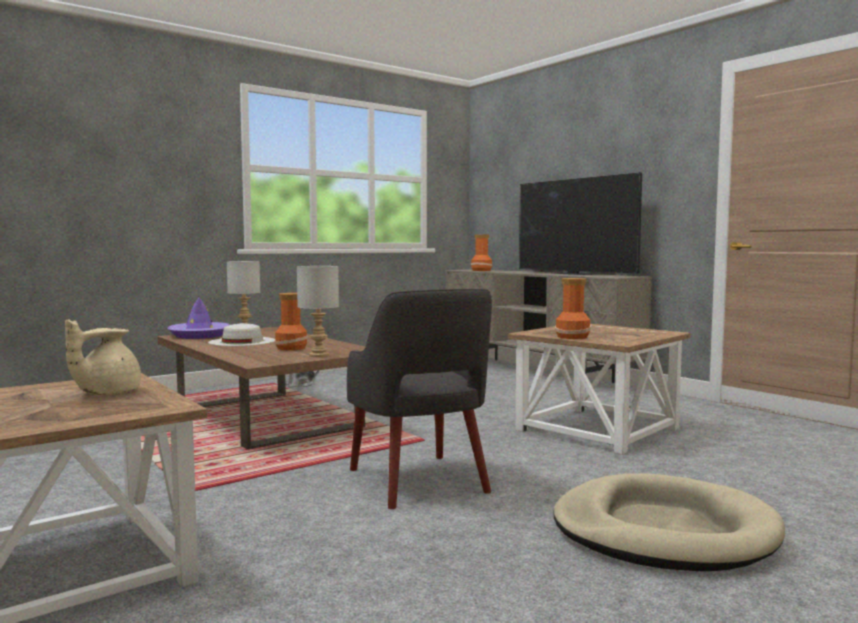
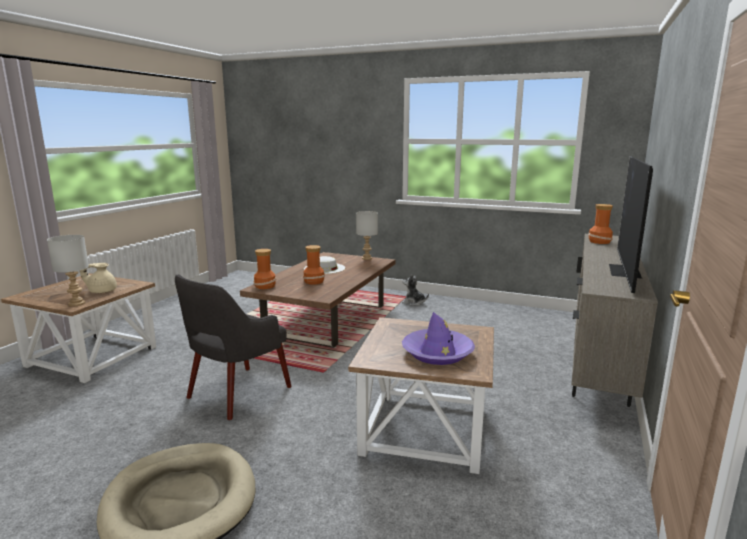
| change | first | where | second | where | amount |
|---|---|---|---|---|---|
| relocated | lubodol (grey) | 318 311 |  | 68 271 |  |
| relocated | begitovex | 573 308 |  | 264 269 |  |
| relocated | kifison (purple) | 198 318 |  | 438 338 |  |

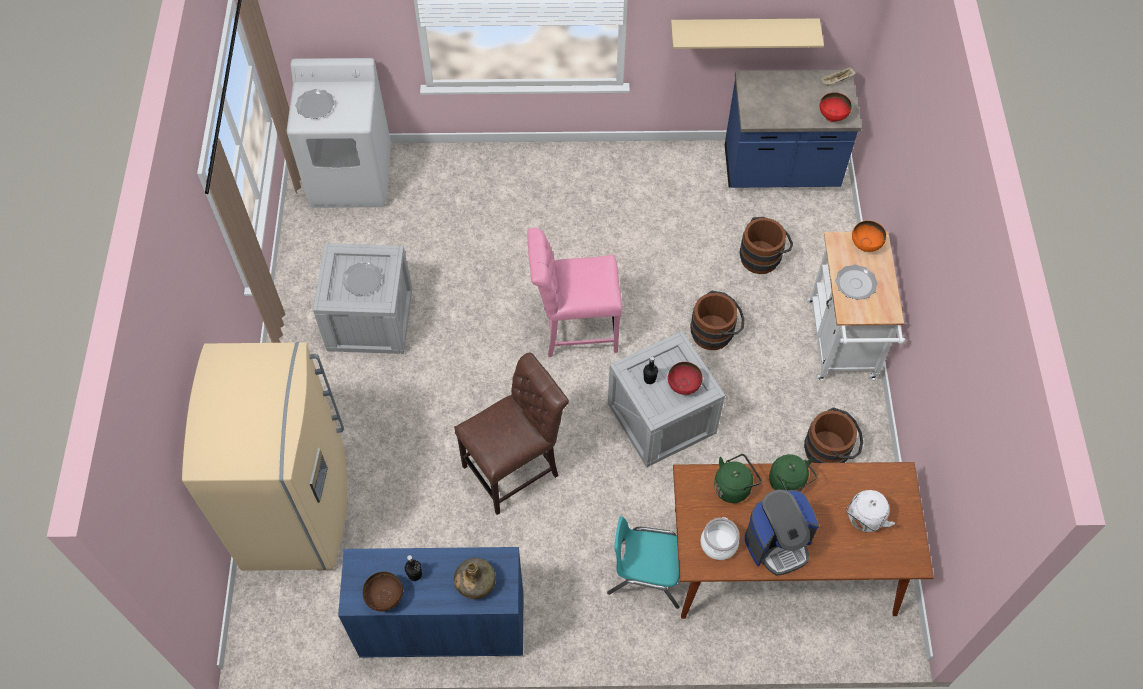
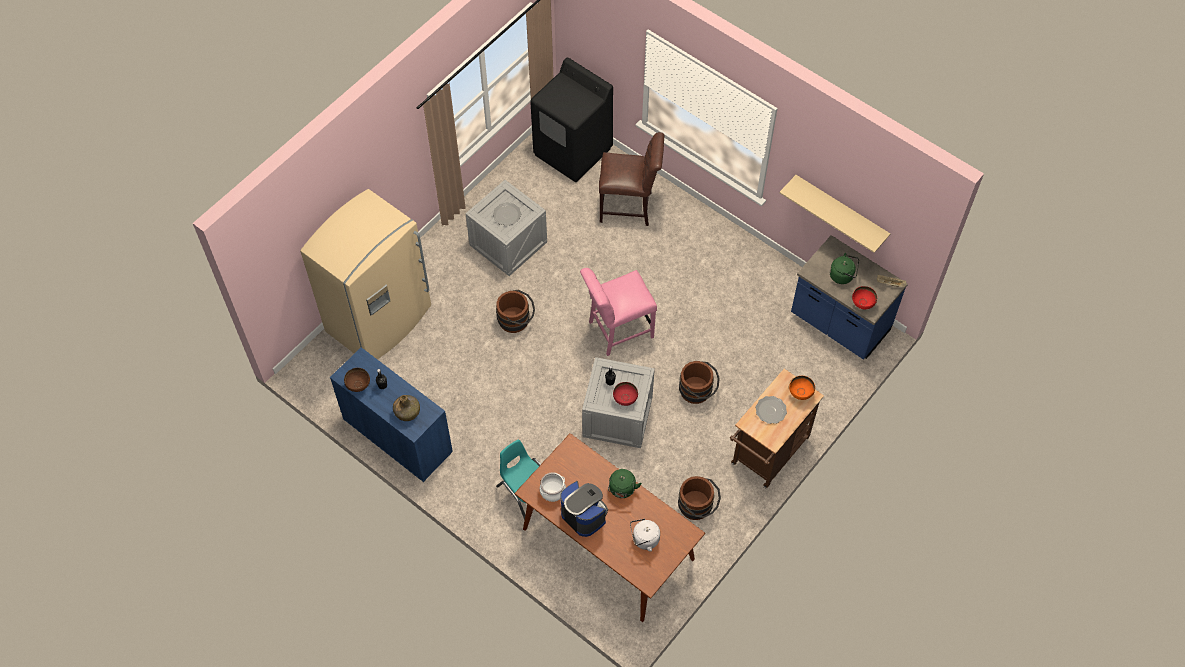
| change | first | where | second | where | amount |
|---|---|---|---|---|---|
| relocated | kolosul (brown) | 766 245 |  | 515 311 |  |
| colour | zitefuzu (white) | 339 133 | zitefuzu (black) | 571 120 |  |
| spun | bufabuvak | 782 533 |  | 584 509 | 150 degrees counterclockwise |
| spun | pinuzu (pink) | 574 292 |  | 618 312 | 60 degrees counterclockwise |
| relocated | pinuzu (brown) | 511 434 |  | 632 179 |  |
| colour | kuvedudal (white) | 856 306 | kuvedudal (brown) | 777 428 |  |
| relocated | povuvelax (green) | 738 478 |  | 844 268 |  |
| missing | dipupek | 315 104 |  |  |  |

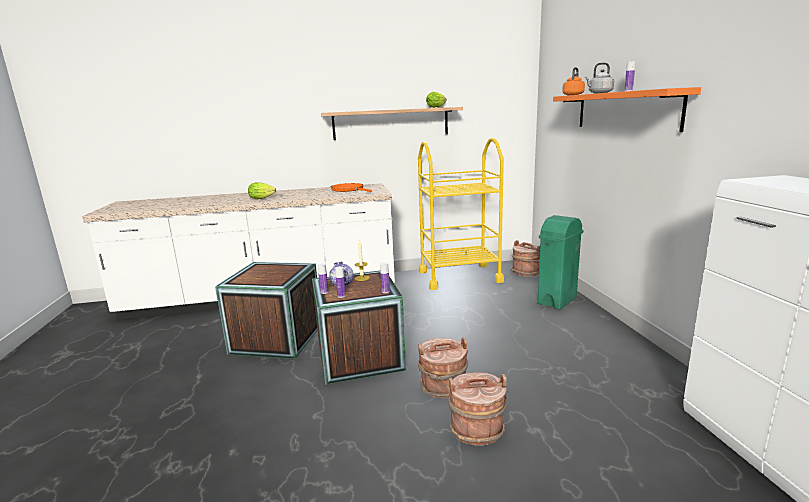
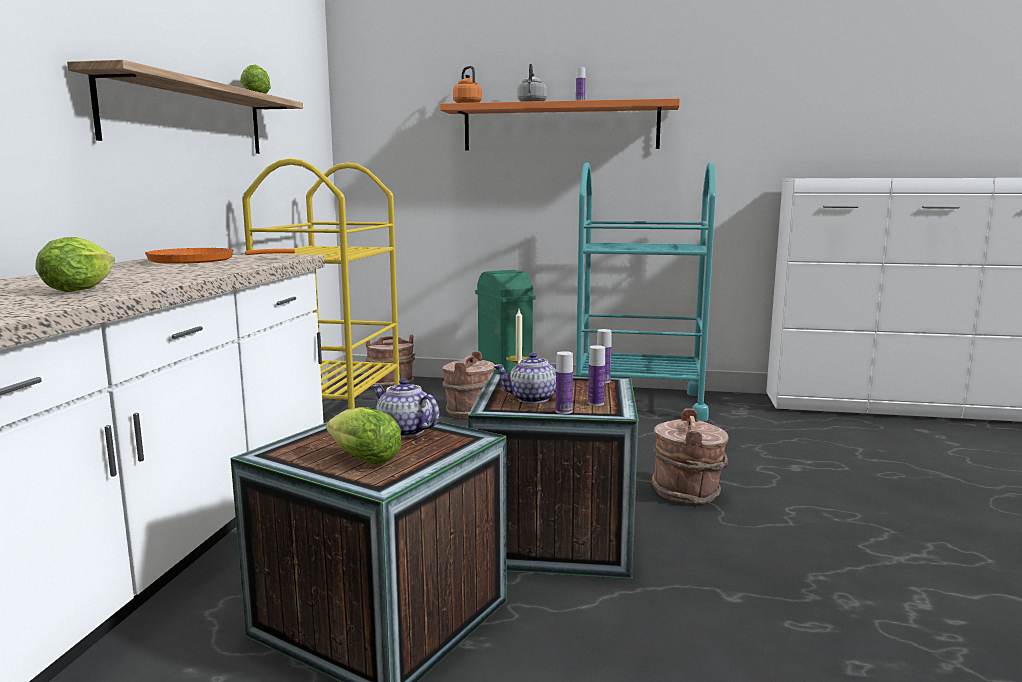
| change | first | where | second | where | amount |
|---|---|---|---|---|---|
| appeared |  |  | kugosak | 364 435 |  |
| appeared |  |  | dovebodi | 405 408 |  |
| relocated | kolosul (brown) | 478 409 |  | 469 384 |  |
| appeared |  |  | kuvedudal (turquoise) | 646 291 |  |

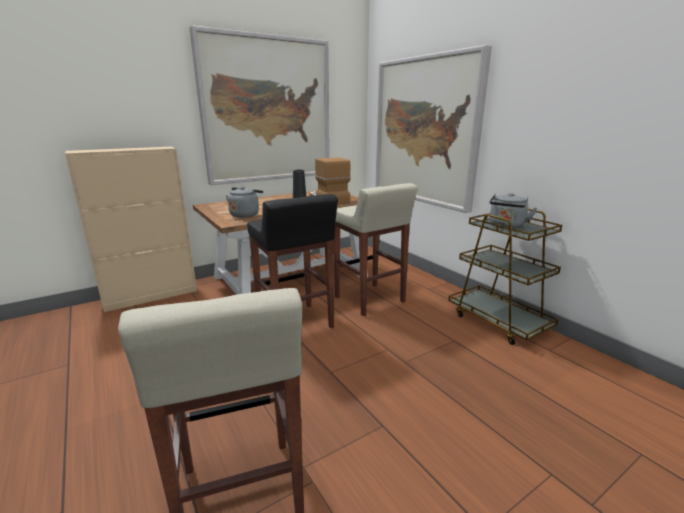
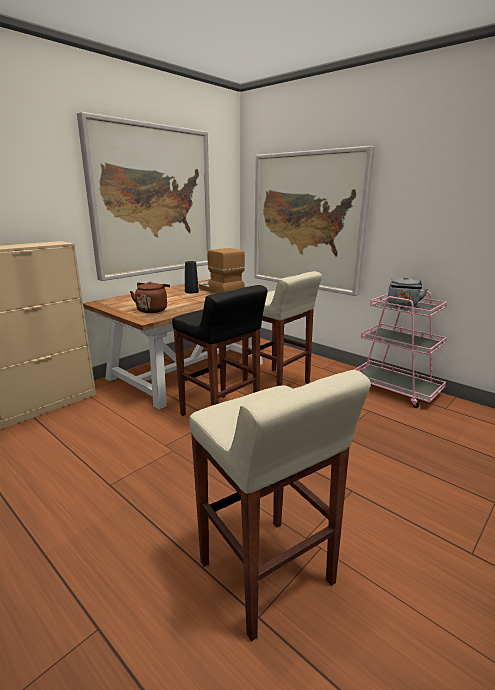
| change | first | where | second | where | amount |
|---|---|---|---|---|---|
| colour | povuvelax (grey) | 244 202 | povuvelax (brown) | 150 297 |  |
| colour | kuvedudal (brown) | 505 276 | kuvedudal (pink) | 400 349 |  |

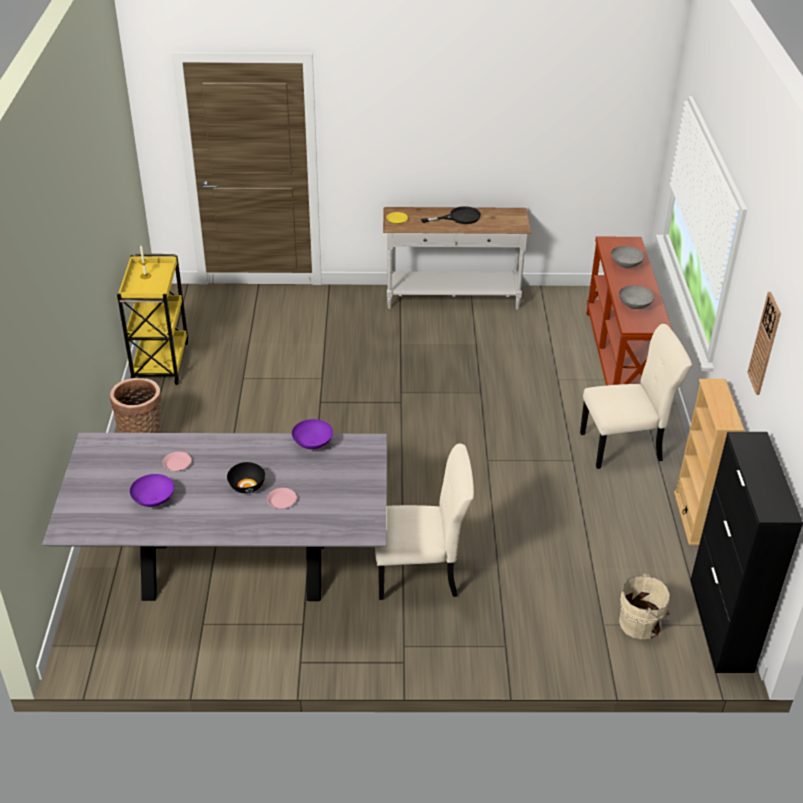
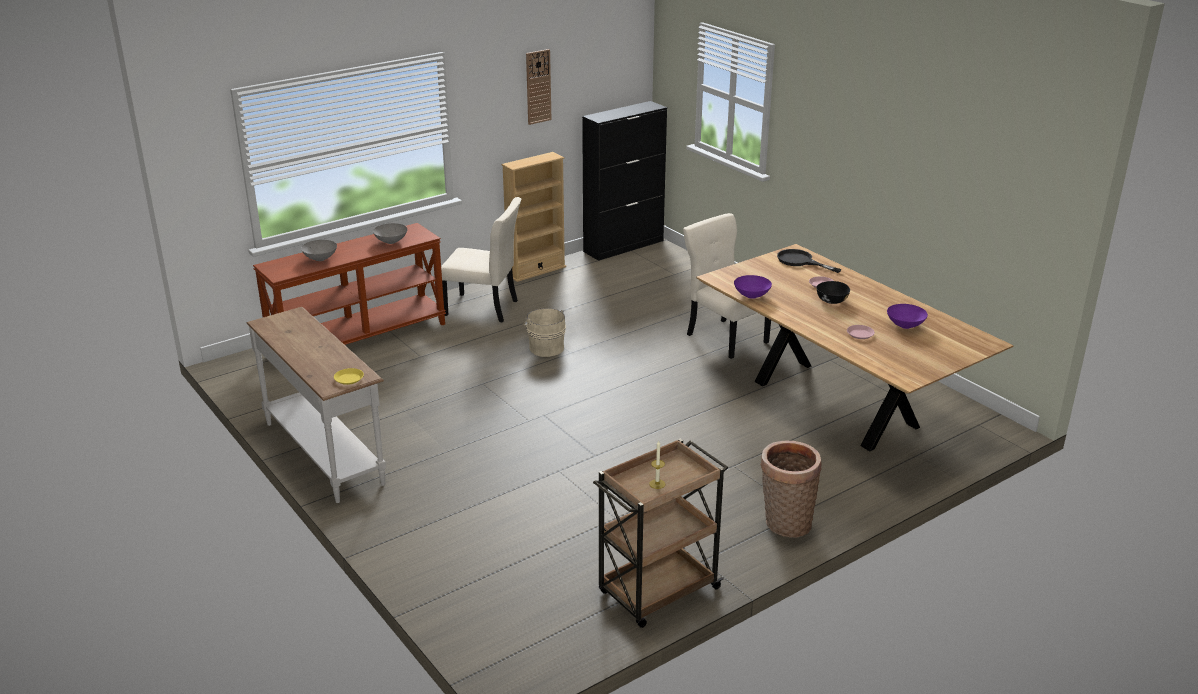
| change | first | where | second | where | amount |
|---|---|---|---|---|---|
| spun | pinuzu (beige) | 636 396 |  | 481 259 | 150 degrees clockwise |
| relocated | kolosul (beige) | 644 606 |  | 544 332 |  |
| colour | kuvedudal (yellow) | 152 319 | kuvedudal (brown) | 660 533 |  |
| colour | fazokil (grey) | 214 517 | fazokil (brown) | 855 347 |  |
| relocated | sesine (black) | 451 215 |  | 809 261 |  |

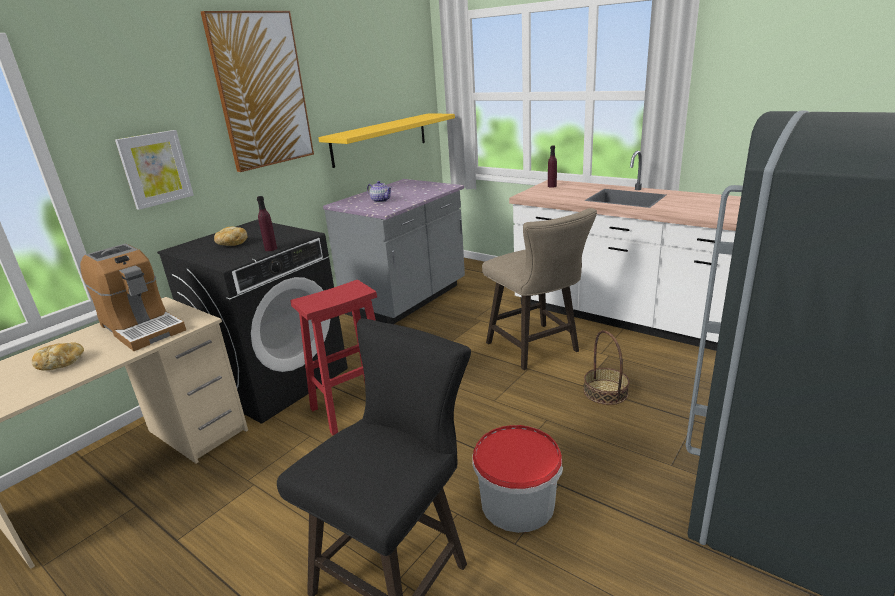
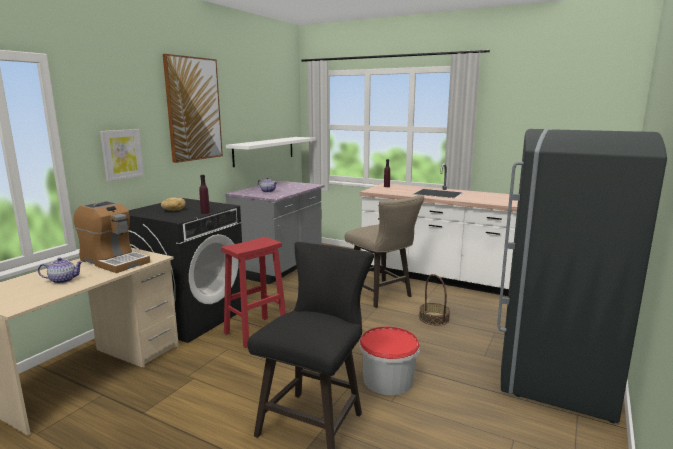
| change | first | where | second | where | amount |
|---|---|---|---|---|---|
| exchanged | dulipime | 58 356 | dovebodi | 60 271 |  |
| colour | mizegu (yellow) | 386 140 | mizegu (white) | 271 152 |  |

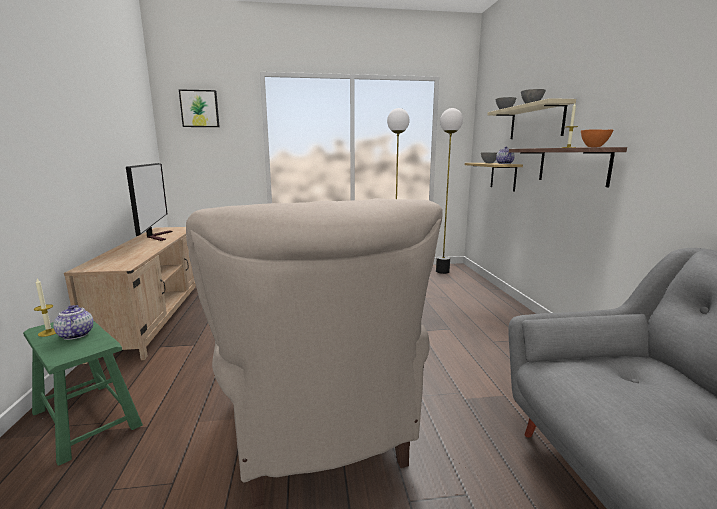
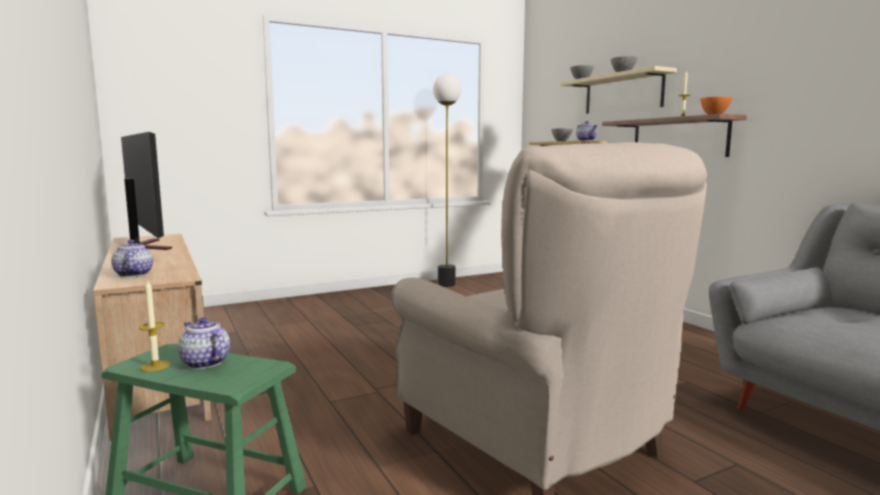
| change | first | where | second | where | amount |
|---|---|---|---|---|---|
| appeared |  |  | dovebodi | 132 258 |  |
| missing | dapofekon | 199 108 |  |  |  |
| missing | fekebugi | 449 191 |  |  |  |

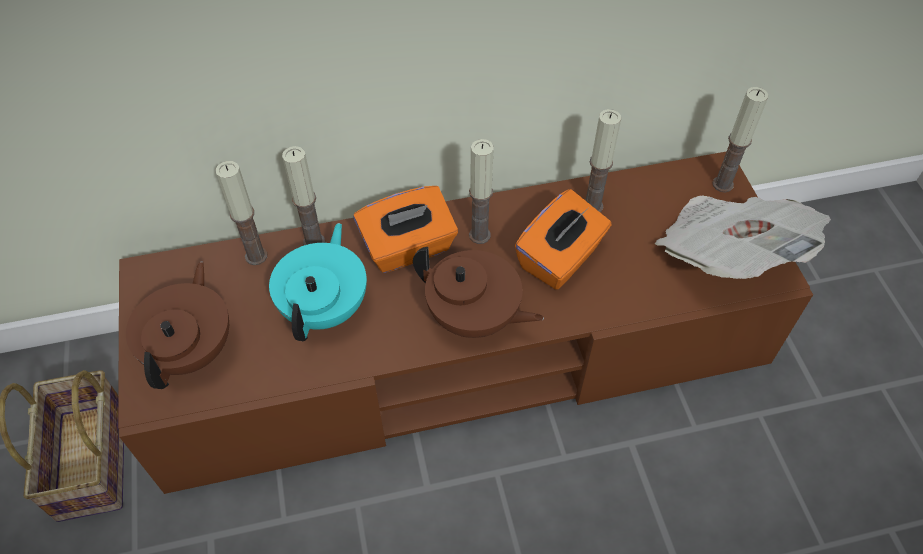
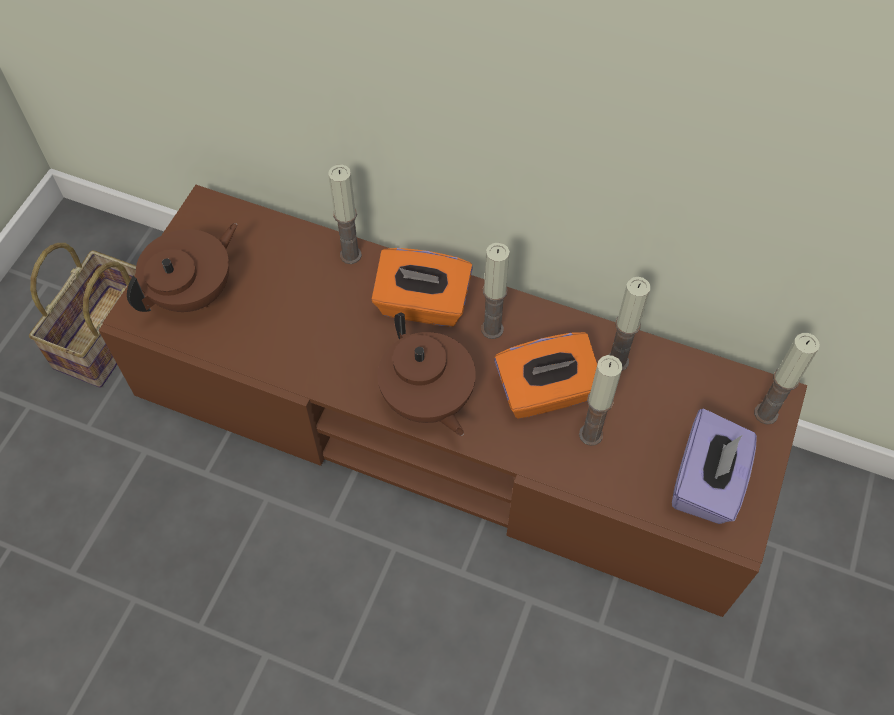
| change | first | where | second | where | amount |
|---|---|---|---|---|---|
| relocated | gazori | 241 213 |  | 600 400 |  |
| exchanged | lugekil | 743 237 | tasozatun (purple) | 714 466 |  |
| missing | dovebodi (turquoise) | 318 282 |  |  |  |

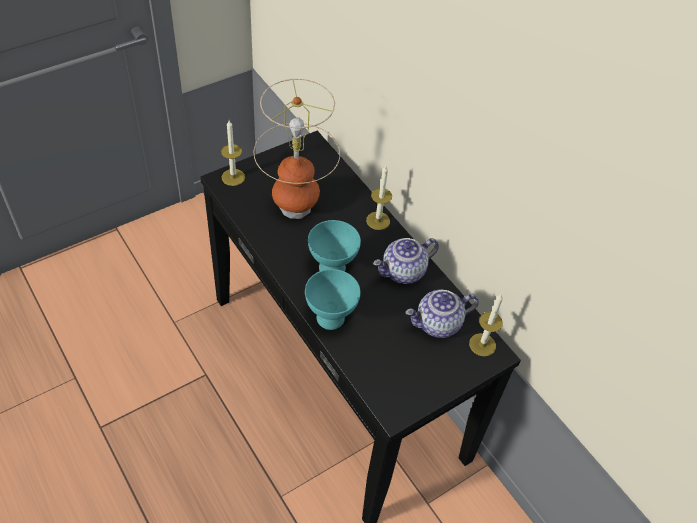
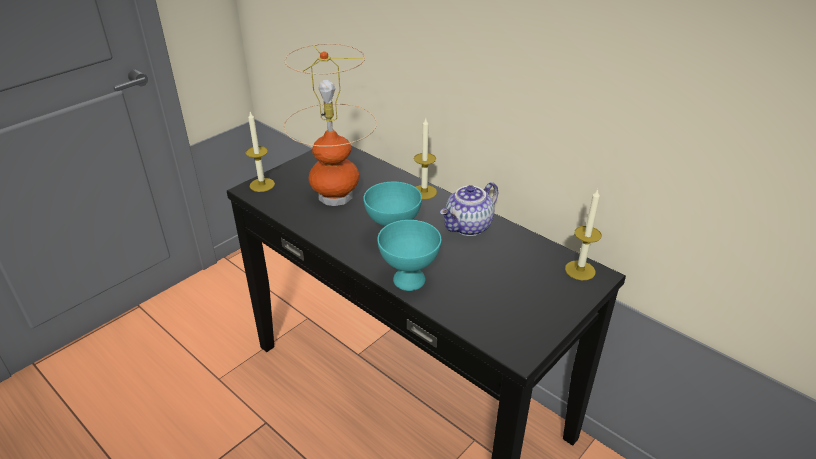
| change | first | where | second | where | amount |
|---|---|---|---|---|---|
| missing | dovebodi | 442 314 |  |  |  |

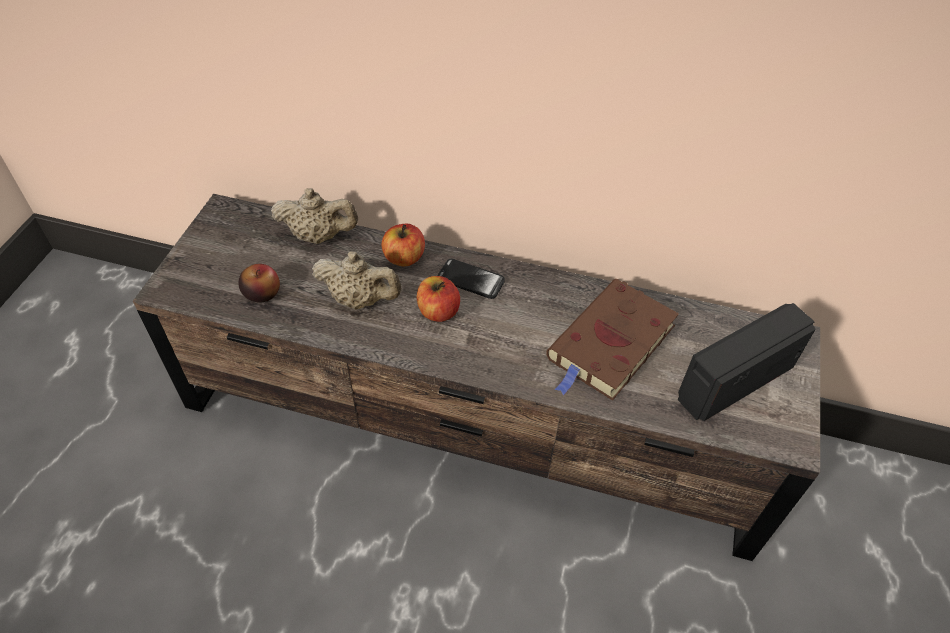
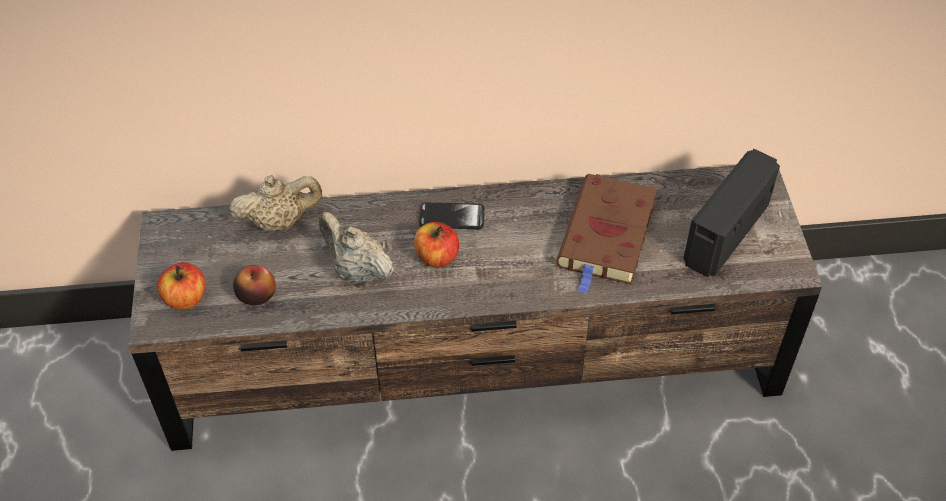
| change | first | where | second | where | amount |
|---|---|---|---|---|---|
| relocated | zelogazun | 403 245 |  | 182 285 |  |
| spun | dovebodi (beige) | 357 280 |  | 356 247 | 135 degrees counterclockwise |

